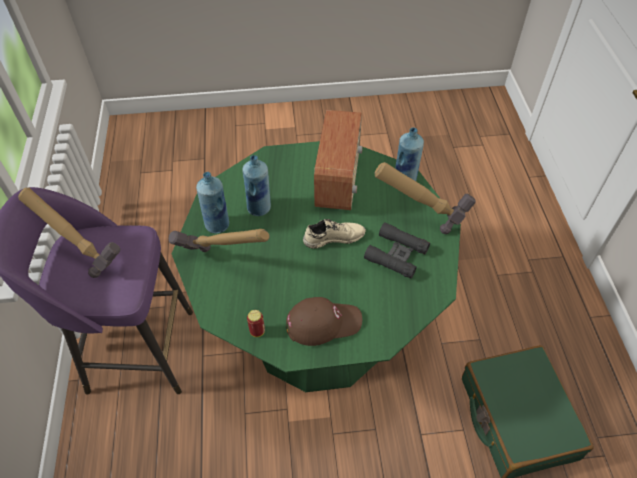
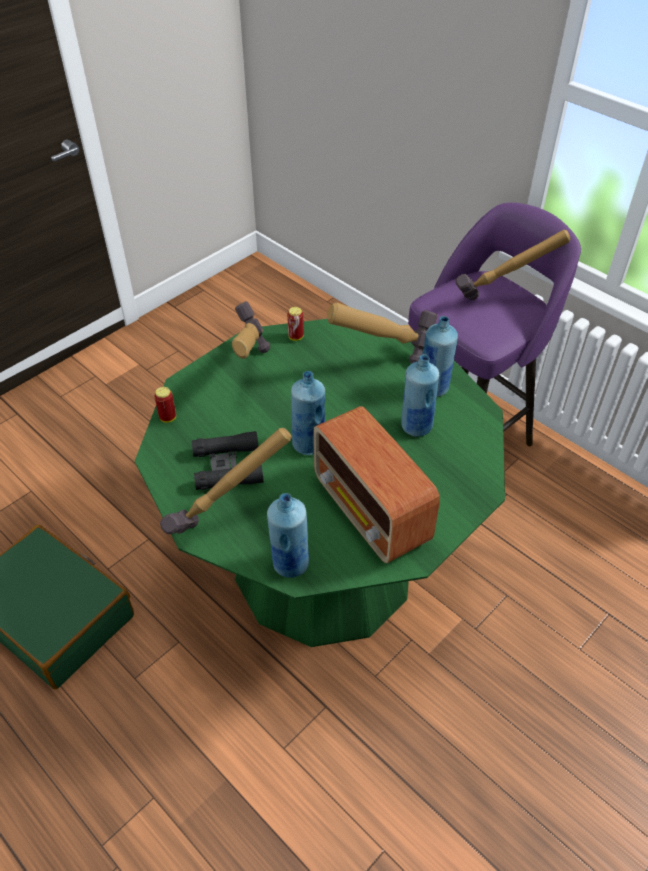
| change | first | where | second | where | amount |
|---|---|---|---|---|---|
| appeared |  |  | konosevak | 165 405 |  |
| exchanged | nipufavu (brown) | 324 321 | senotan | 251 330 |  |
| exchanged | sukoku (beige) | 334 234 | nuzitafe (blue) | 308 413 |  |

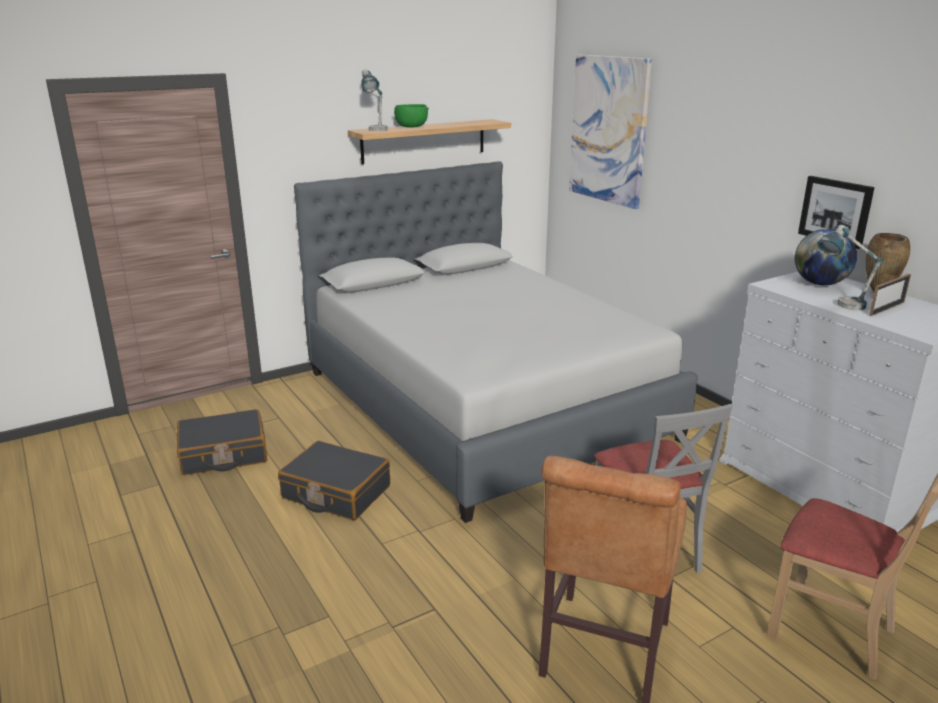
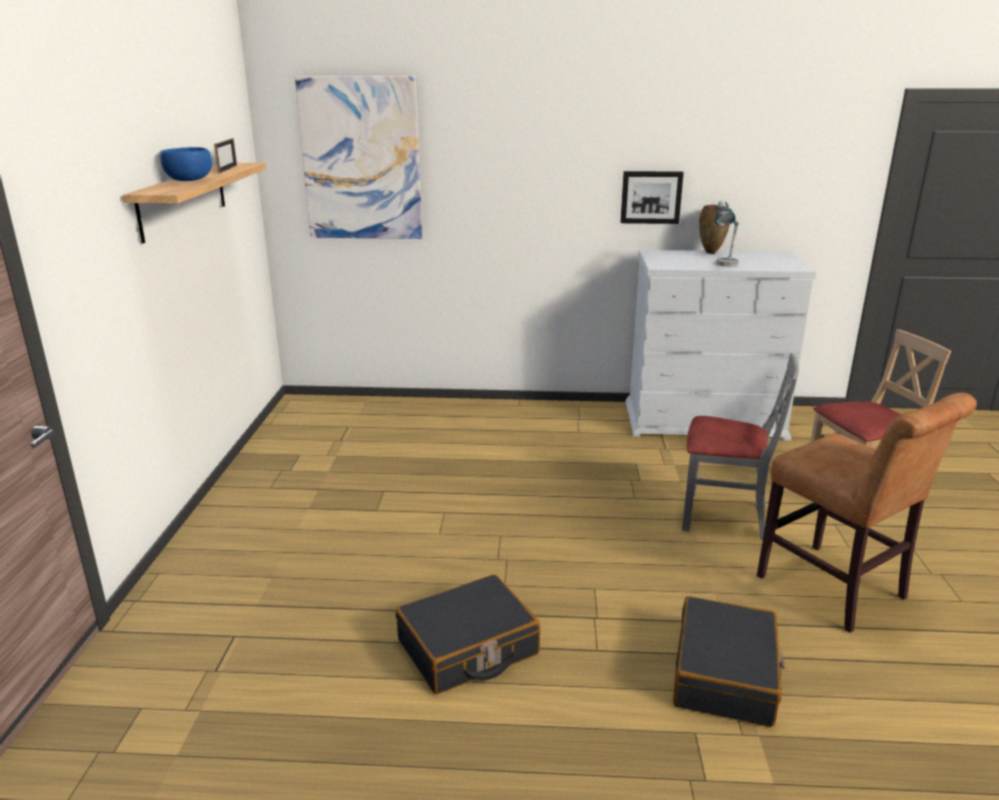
| change | first | where | second | where | amount |
|---|---|---|---|---|---|
| colour | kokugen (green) | 411 116 | kokugen (blue) | 186 164 |  |
| relocated | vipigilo | 890 295 |  | 225 155 |  |
| relocated | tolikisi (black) | 222 442 |  | 729 661 |  |
| missing | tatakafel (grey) | 496 342 |  |  |  |
| missing | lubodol | 374 100 |  |  |  |
| missing | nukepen | 826 257 |  |  |  |

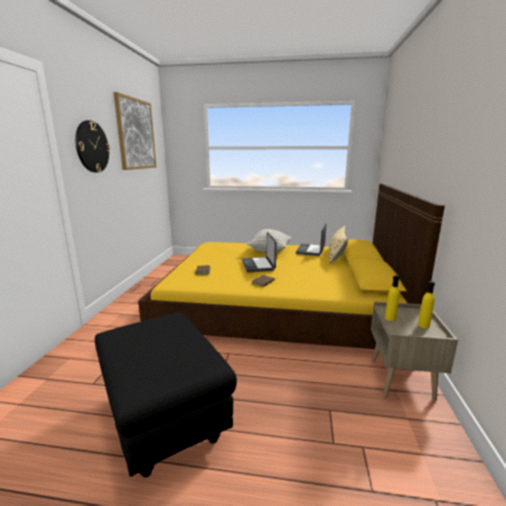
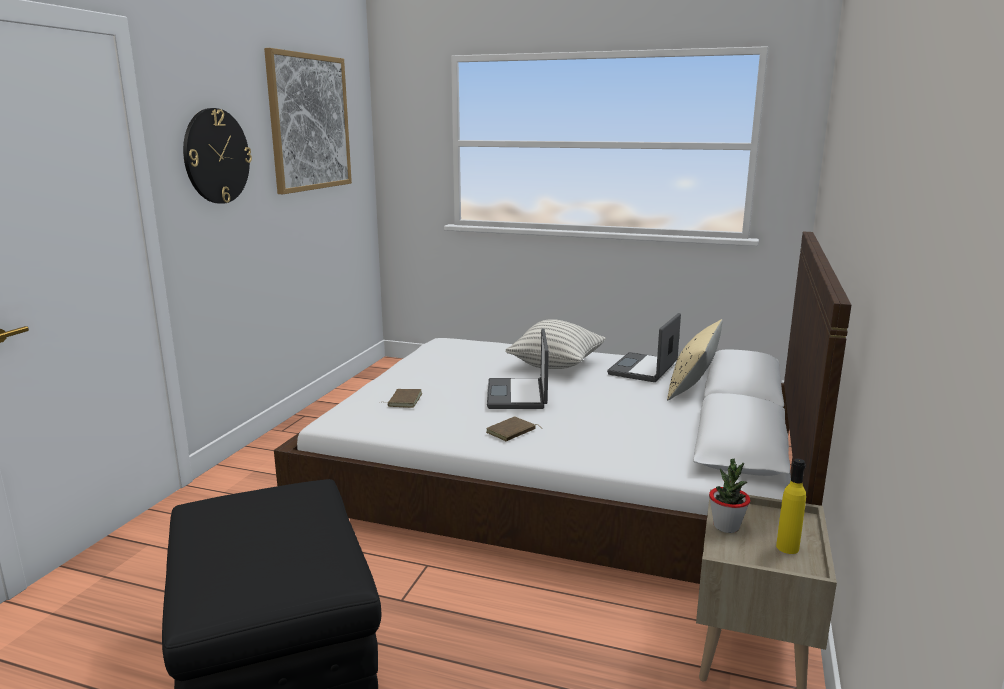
| change | first | where | second | where | amount |
|---|---|---|---|---|---|
| colour | tatakafel (yellow) | 291 266 | tatakafel (white) | 562 408 |  |
| exchanged | nuzitafe (yellow) | 392 298 | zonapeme | 729 495 |  |

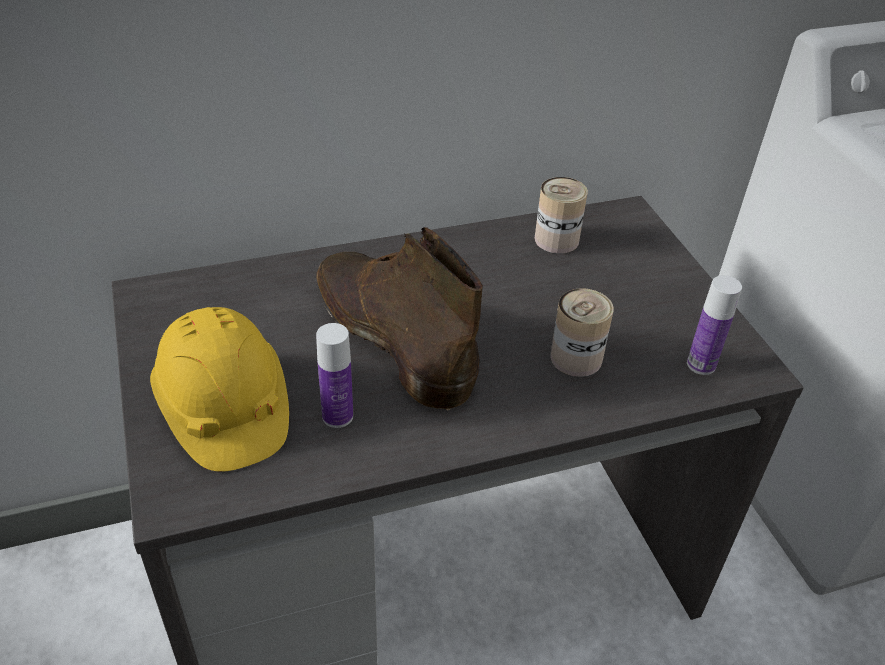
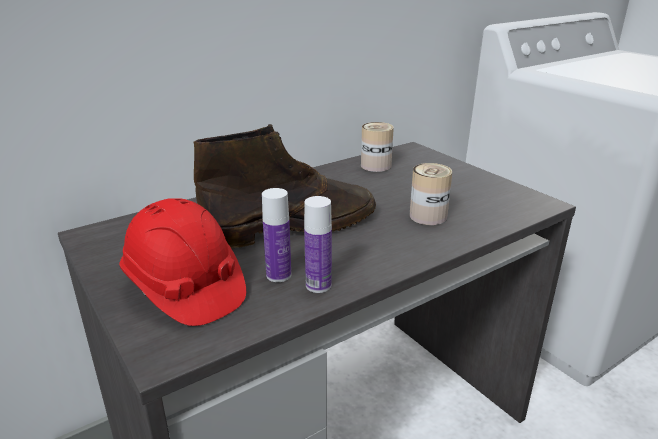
| change | first | where | second | where | amount |
|---|---|---|---|---|---|
| colour | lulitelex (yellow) | 219 389 | lulitelex (red) | 182 262 |  |
| spun | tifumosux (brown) | 400 319 |  | 284 186 | 120 degrees clockwise |
| relocated | nuzitafe | 714 325 |  | 318 244 |  |

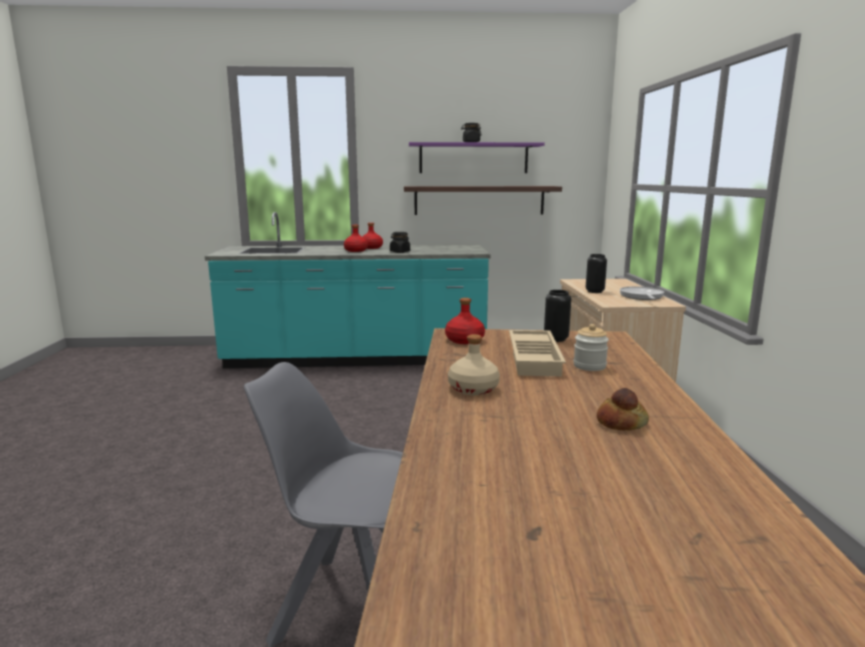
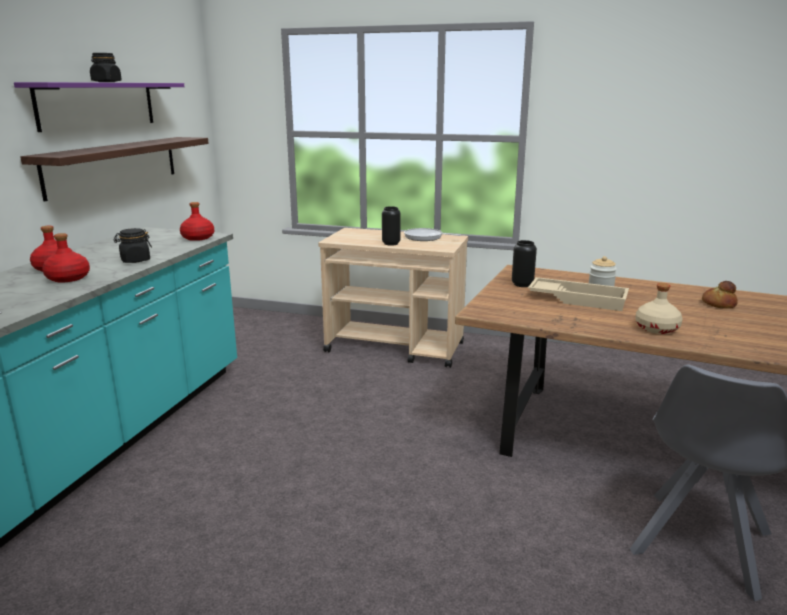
| change | first | where | second | where | amount |
|---|---|---|---|---|---|
| relocated | nuzitafe (red) | 465 321 |  | 197 221 |  |

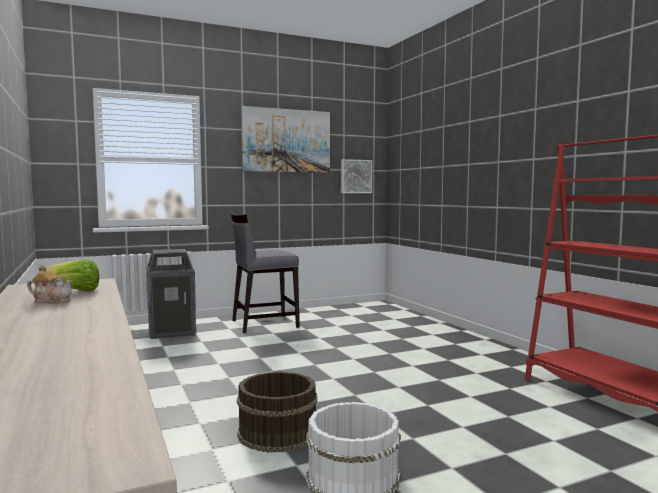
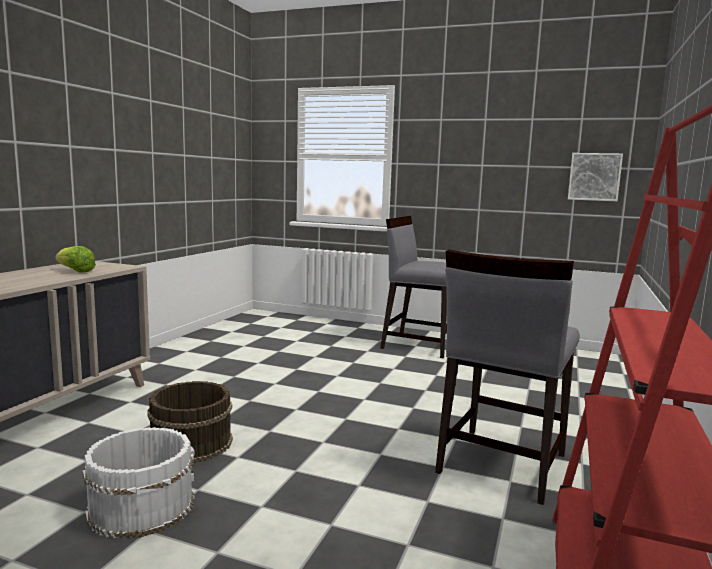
| change | first | where | second | where | amount |
|---|---|---|---|---|---|
| appeared |  |  | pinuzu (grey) | 507 377 |  |
| missing | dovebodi | 50 284 |  |  |  |
| missing | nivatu | 171 294 |  |  |  |
| missing | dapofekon | 285 139 |  |  |  |

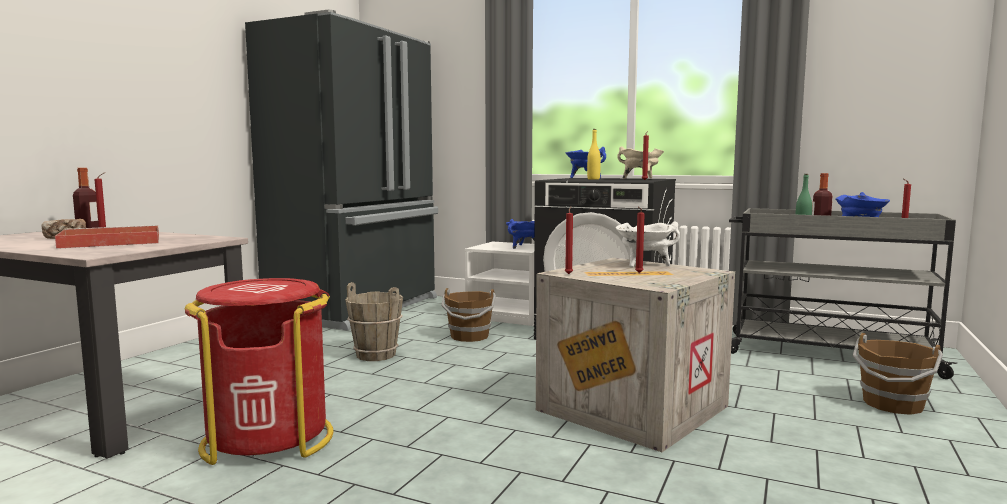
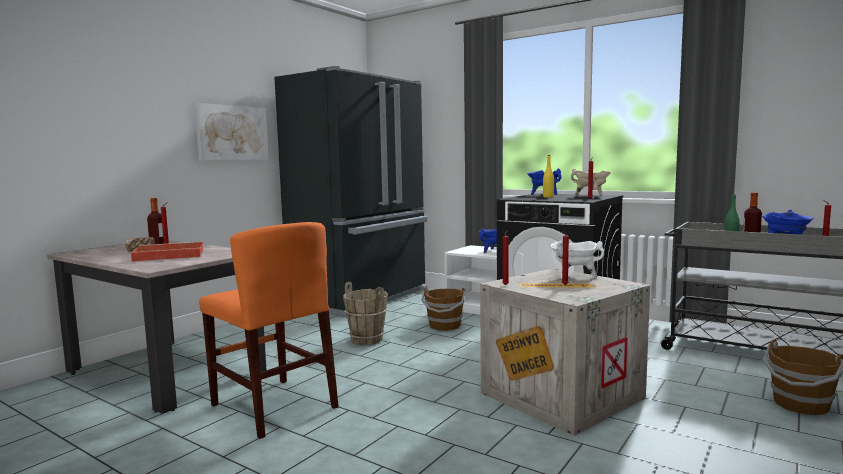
| change | first | where | second | where | amount |
|---|---|---|---|---|---|
| appeared |  |  | dapofekon | 232 131 |  |
| exchanged | nivatu (red) | 258 371 | pinuzu (orange) | 269 330 |  |

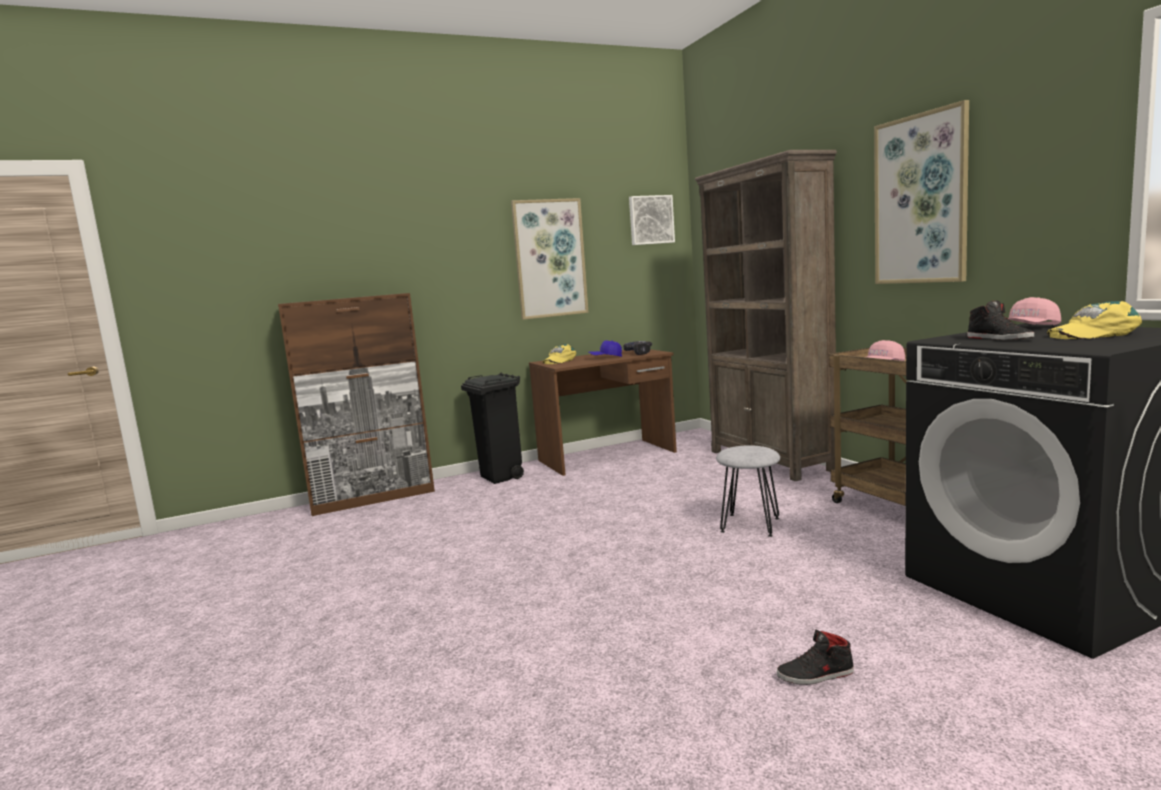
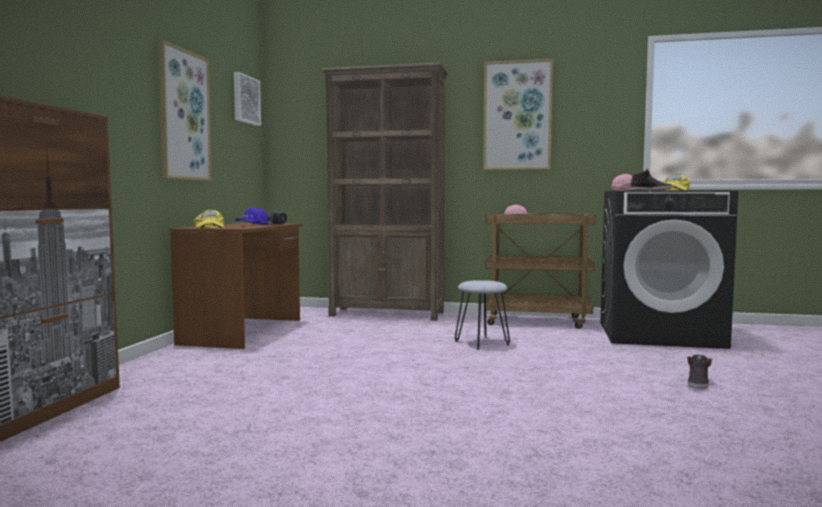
| change | first | where | second | where | amount |
|---|---|---|---|---|---|
| missing | nivatu (black) | 492 428 |  |  |  |

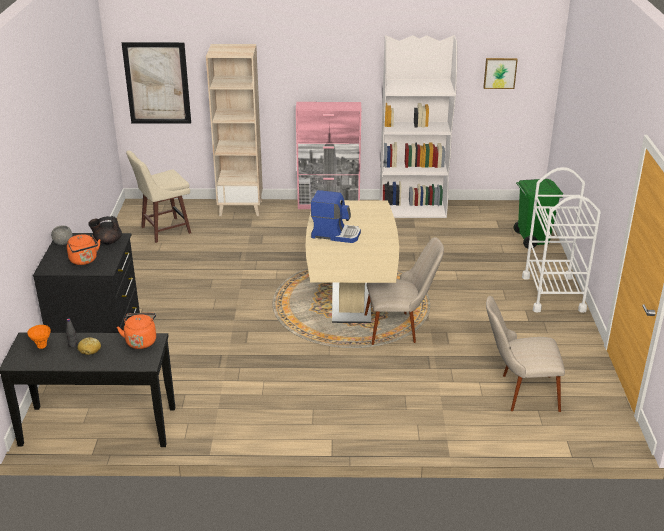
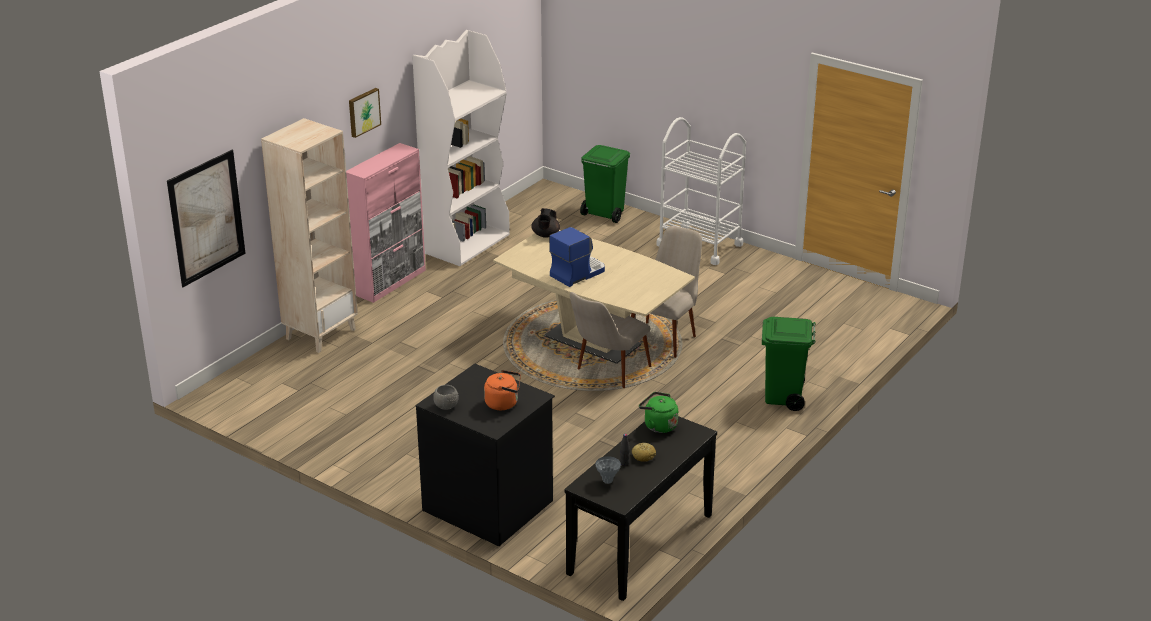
| change | first | where | second | where | amount |
|---|---|---|---|---|---|
| relocated | dapofekon | 500 73 |  | 365 113 |  |
| relocated | dovebodi (black) | 105 230 |  | 545 223 |  |
| relocated | pinuzu (beige) | 525 354 |  | 610 340 |  |
| colour | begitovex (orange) | 39 337 | begitovex (grey) | 608 470 |  |
| colour | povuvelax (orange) | 136 331 | povuvelax (green) | 658 412 |  |
| appeared |  |  | nivatu (green) | 789 364 |  |
| missing | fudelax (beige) | 158 196 |  |  |  |

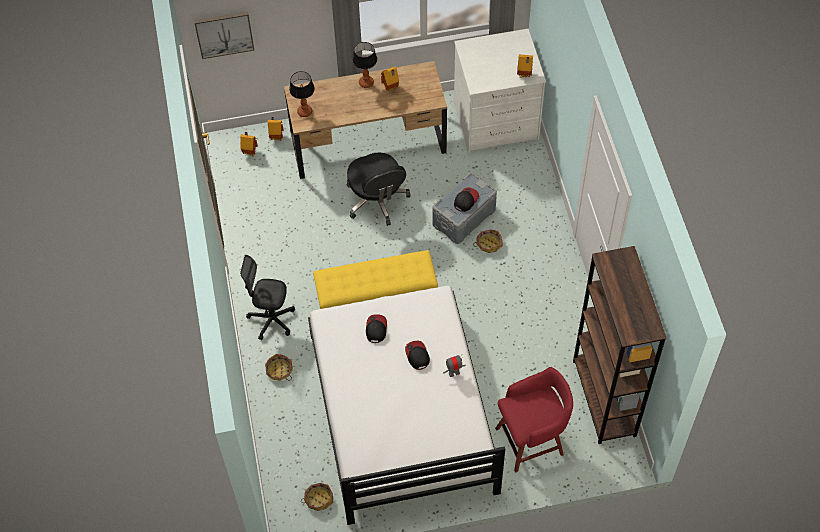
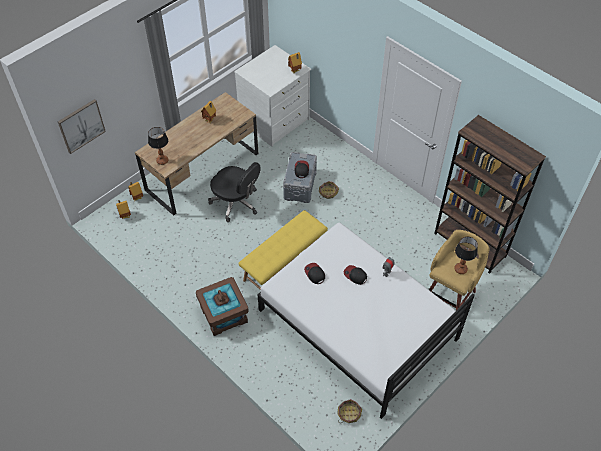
| change | first | where | second | where | amount |
|---|---|---|---|---|---|
| exchanged | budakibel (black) | 267 297 | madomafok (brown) | 222 306 |  |
| colour | fudelax (red) | 534 420 | fudelax (yellow) | 459 270 |  |
| relocated | lubodol | 364 65 |  | 466 255 |  |
| missing | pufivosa | 279 367 |  |  |  |

